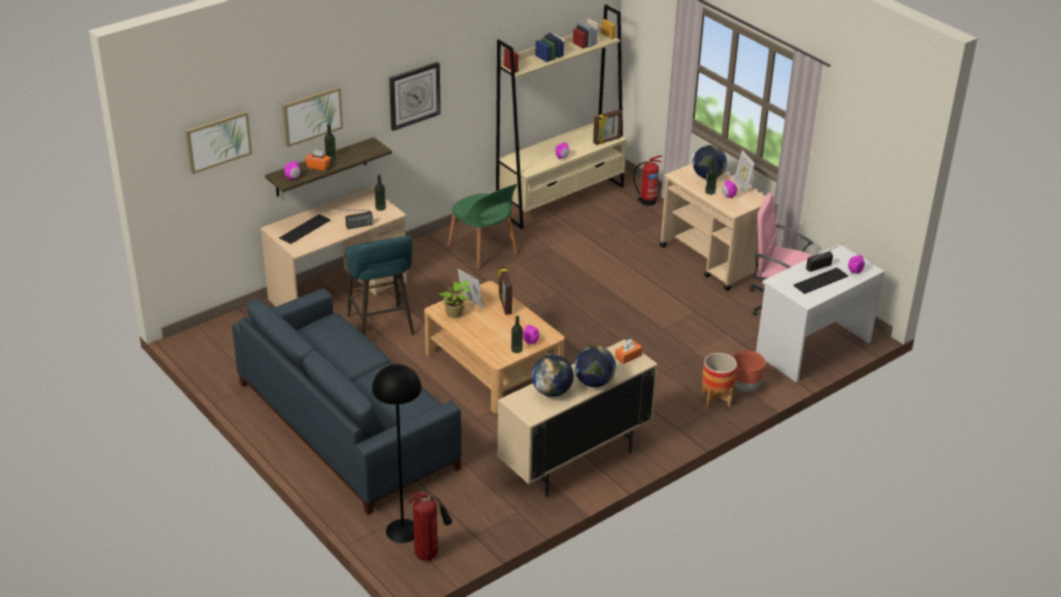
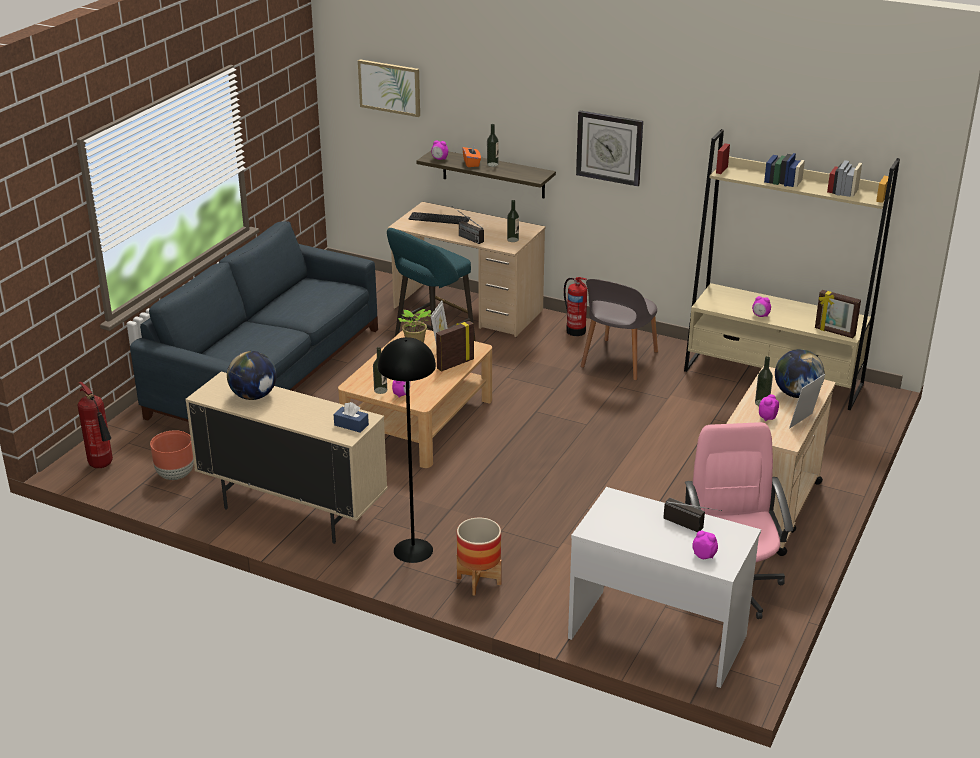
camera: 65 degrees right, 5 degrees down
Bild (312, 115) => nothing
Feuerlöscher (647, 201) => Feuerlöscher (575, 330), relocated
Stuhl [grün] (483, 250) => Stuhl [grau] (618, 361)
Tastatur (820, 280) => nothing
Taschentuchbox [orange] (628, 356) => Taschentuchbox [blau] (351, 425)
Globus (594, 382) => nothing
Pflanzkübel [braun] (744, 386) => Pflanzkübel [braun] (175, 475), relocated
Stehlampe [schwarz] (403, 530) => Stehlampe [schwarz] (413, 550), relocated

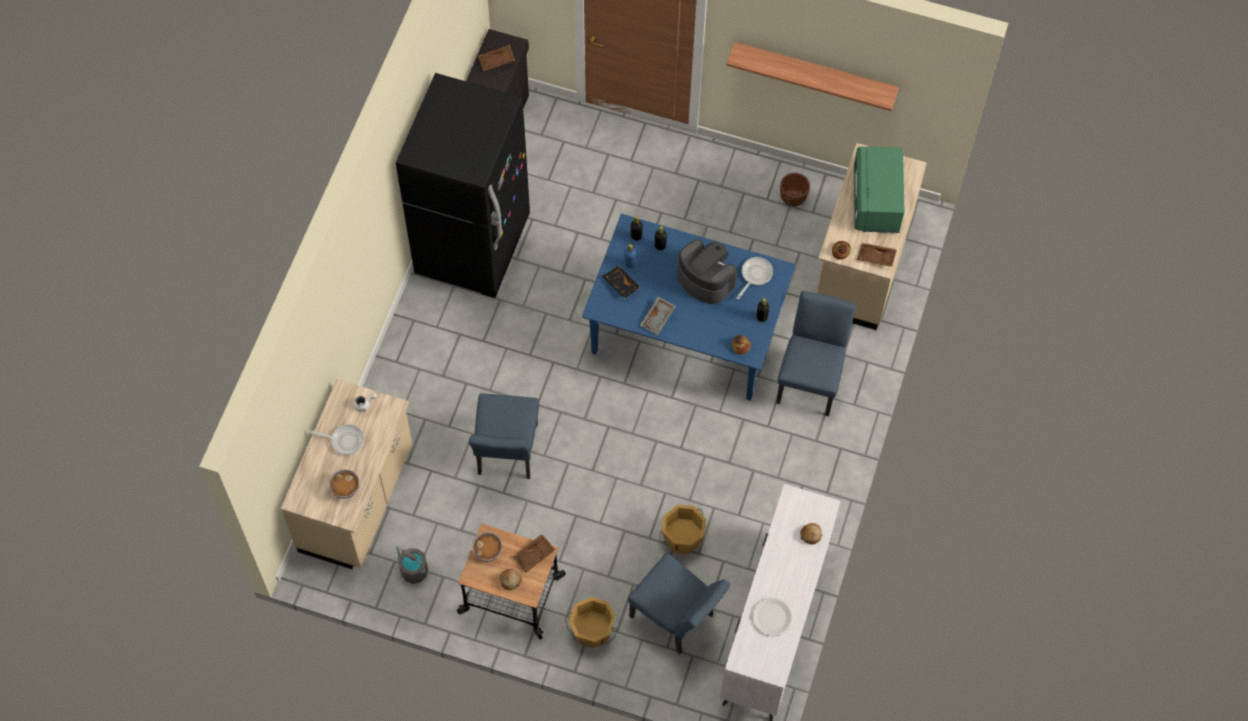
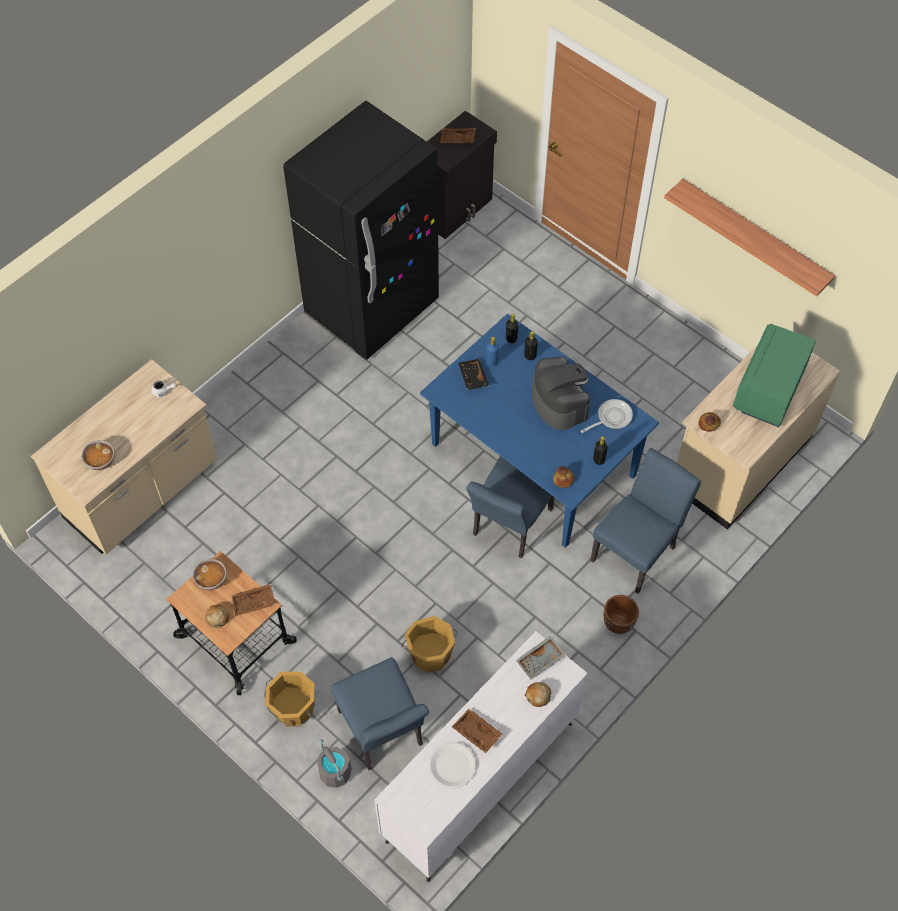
camera: 25 degrees right, 5 degrees down
Pflanzkübel [braun] (793, 198) => Pflanzkübel [braun] (618, 623), relocated
Tablett [braun] (876, 258) => Tablett [braun] (476, 733), relocated
Tablett [grau] (658, 318) => Tablett [grau] (541, 660), relocated
Stuhl [blau] (506, 454) => Stuhl [blau] (508, 526), relocated
Pfanne (344, 440) => nothing
Eimer [grau] (414, 571) => Eimer [grau] (335, 772), relocated

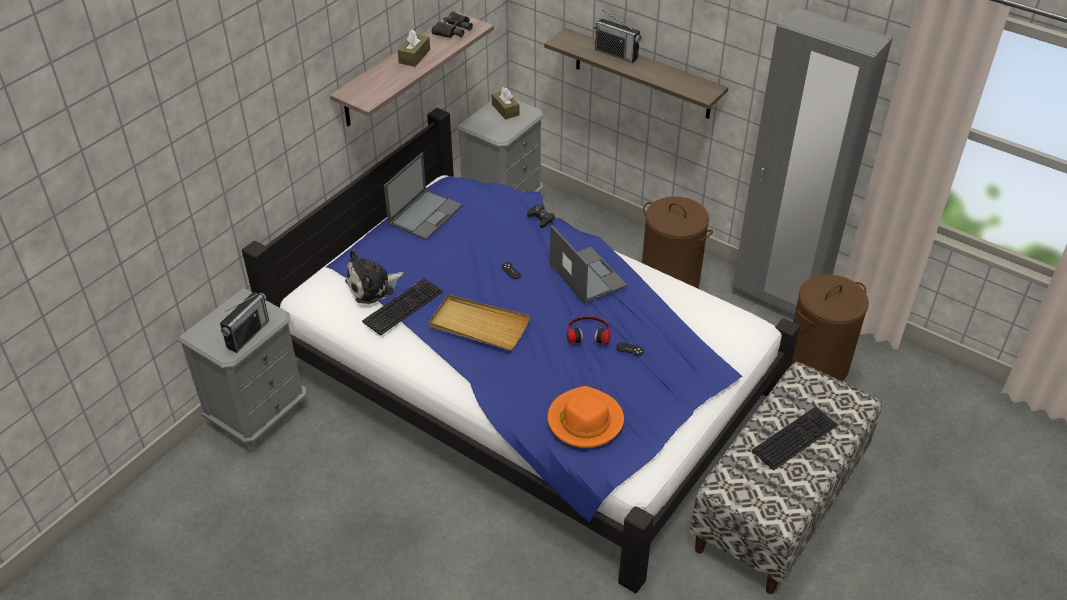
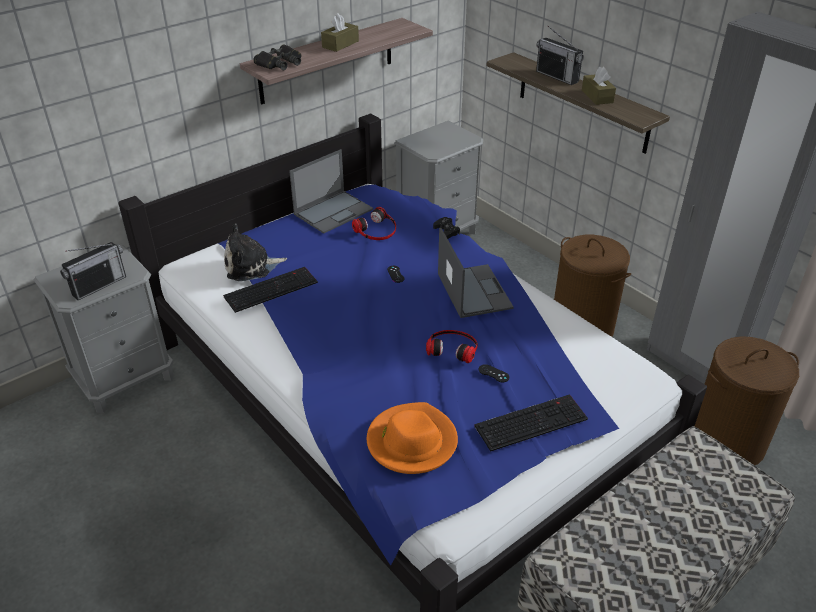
camera: 15 degrees right, 5 degrees down
Fernglas [schwarz] (453, 30) => Fernglas [schwarz] (280, 63), relocated
Taschentuchbox [braun] (505, 110) => Taschentuchbox [braun] (597, 96), relocated
Tablett [beige] (478, 325) => nothing
Tastatur (794, 437) => Tastatur (531, 421), relocated
nothing => Kopfhörer (376, 230)

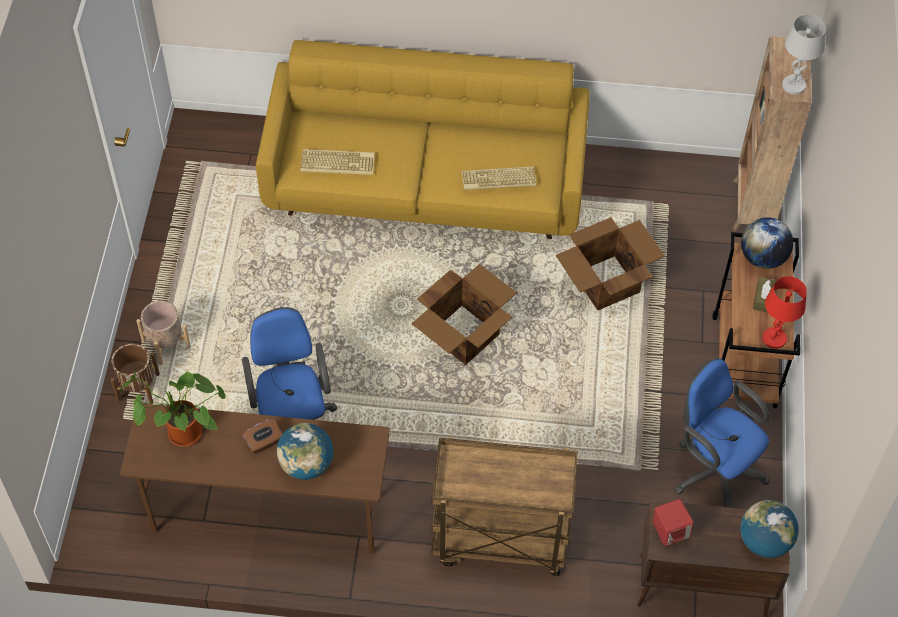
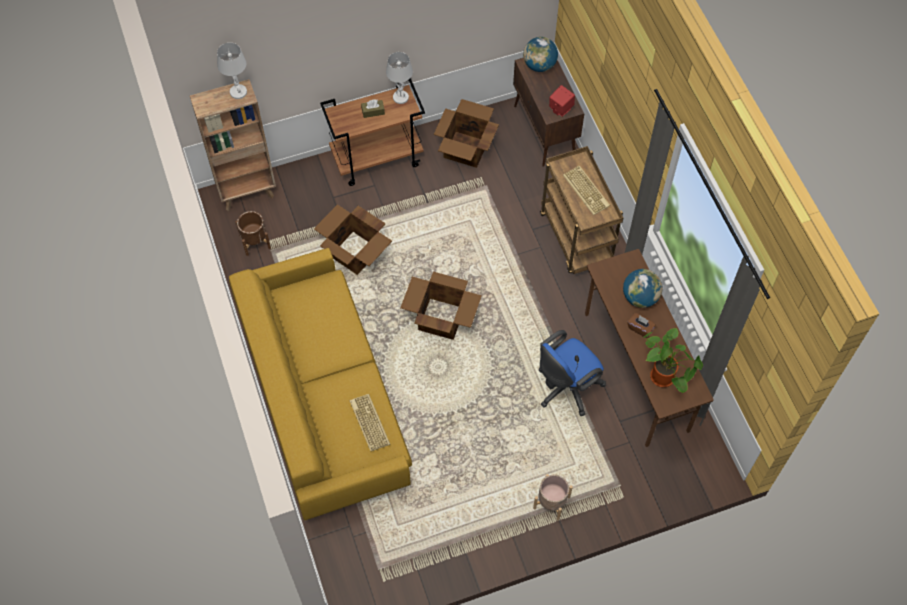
camera: 115 degrees left, 5 degrees up
Tastatur (498, 180) => Tastatur (587, 190), relocated
Globus (763, 258) => nothing
Tischlampe [rot] (774, 338) => Tischlampe [weiß] (400, 97)
Pflanzkübel [braun] (138, 387) => Pflanzkübel [braun] (255, 242), relocated
Bürostuhl [blau] (713, 470) => Karton (465, 149)

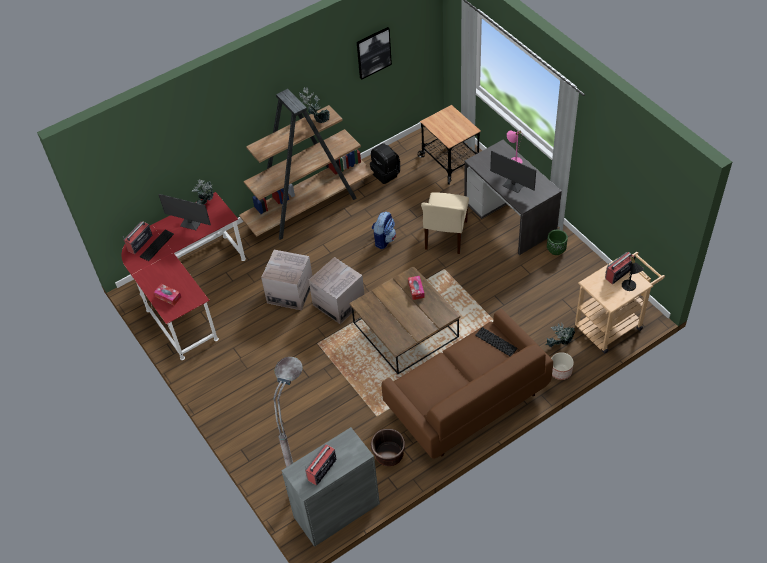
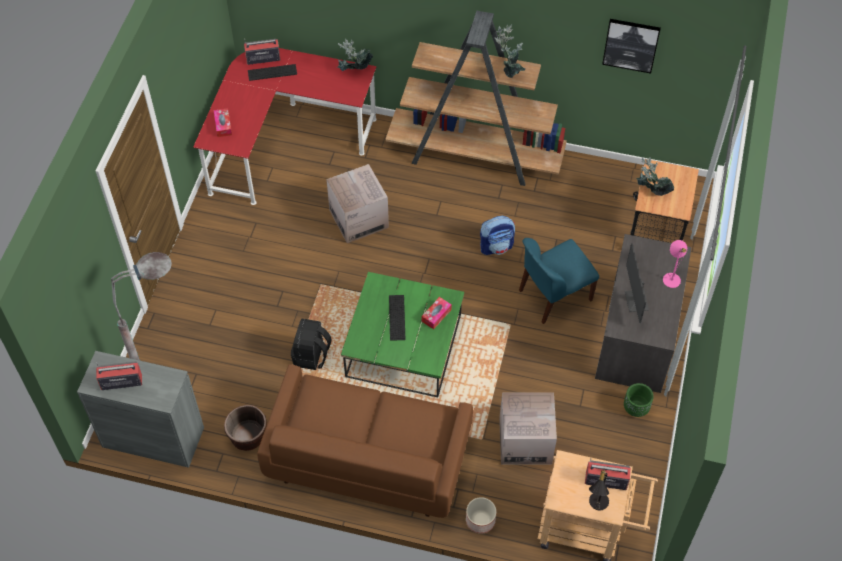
camera: 45 degrees right, 5 degrees up
Rucksack [schwarz] (386, 173) => Rucksack [schwarz] (312, 356), relocated
Stuhl [beige] (445, 236) => Stuhl [blau] (553, 295)
Monitor (191, 223) => nothing
Karton (339, 303) => Karton (525, 441), relocated
Couchtisch [braun] (405, 331) => Couchtisch [grün] (402, 346)
Topfpflanze (559, 345) => Topfpflanze (650, 192), relocated
Tastatur (496, 341) => Tastatur (397, 317), relocated

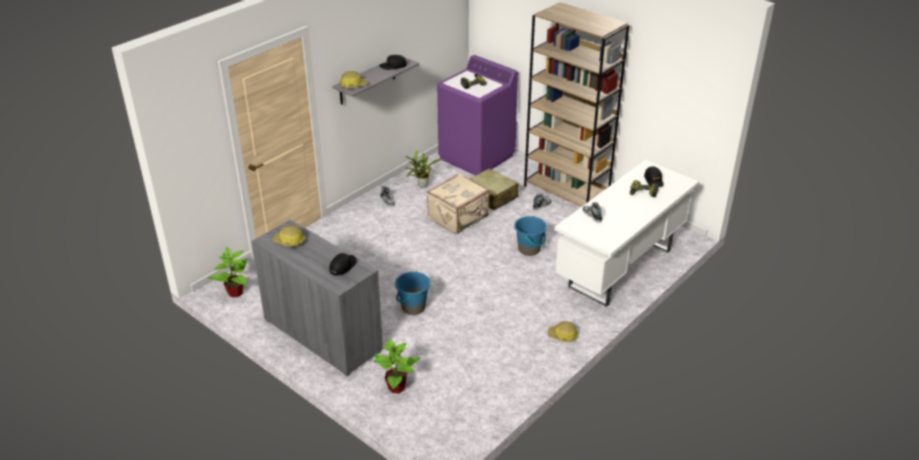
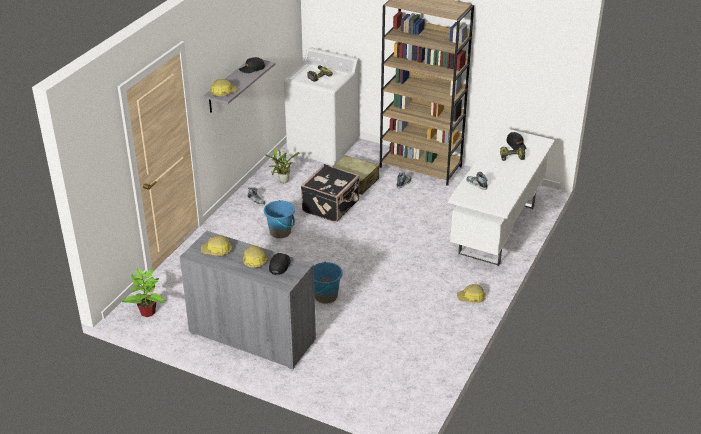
camera: 15 degrees left, 0 degrees up
Waschmaschine [lila] (477, 157) => Waschmaschine [weiß] (323, 146)
Koffer [beige] (459, 217) => Koffer [schwarz] (331, 206)
Eimer [blau] (529, 249) => Eimer [blau] (280, 232), relocated
Topfpflanze (397, 387) => nothing
nothing => Schutzhelm (254, 260)

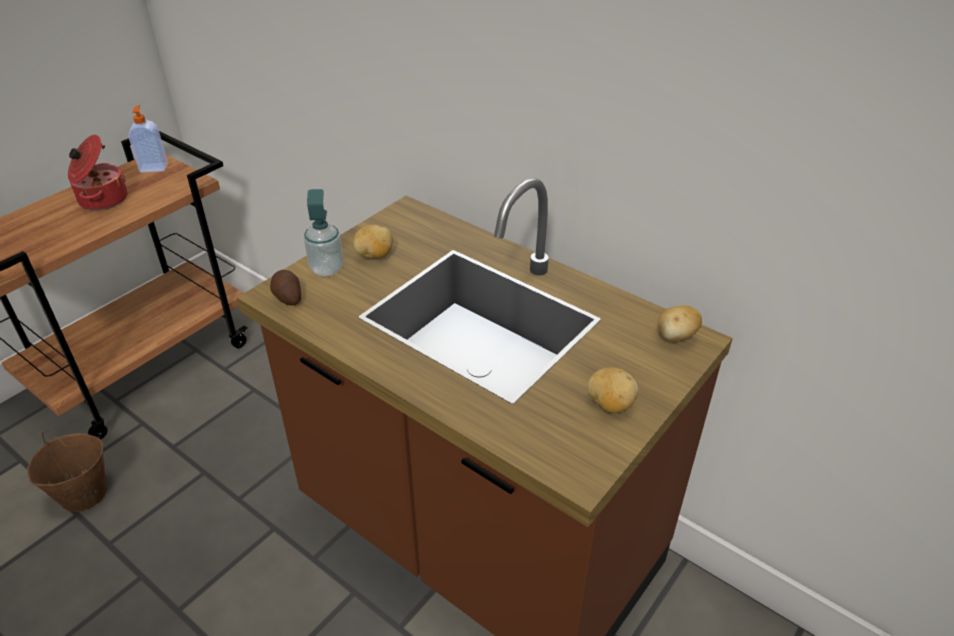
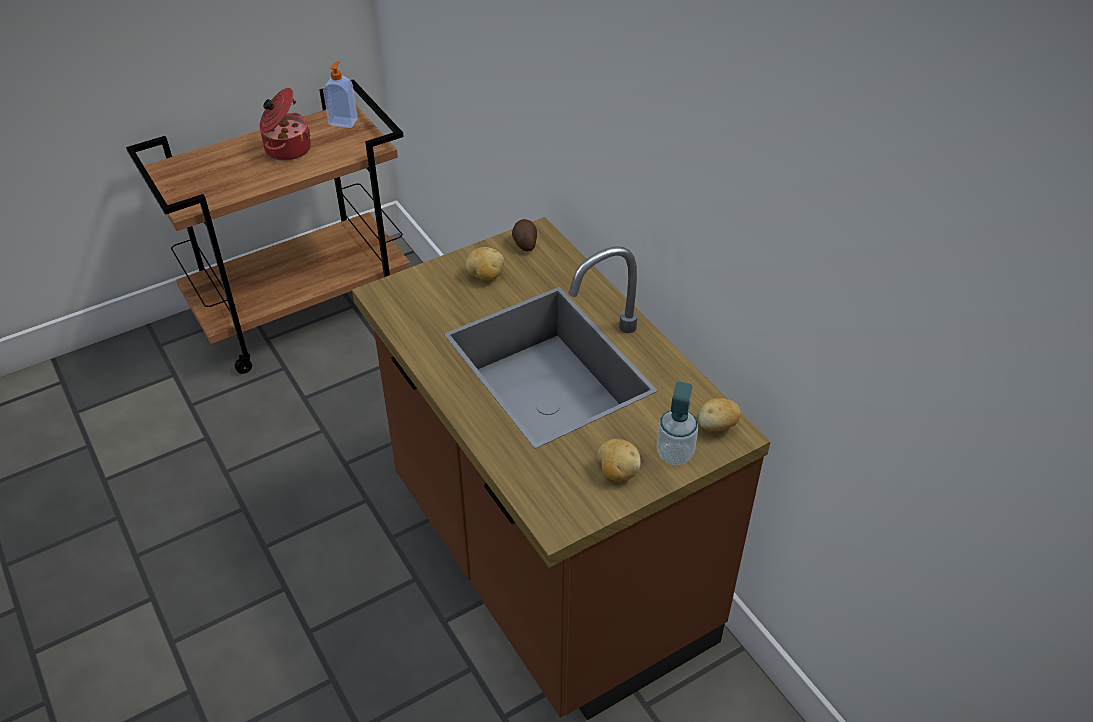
camera: 20 degrees right, 5 degrees up
Seifenspender (326, 269) => Seifenspender (674, 454), relocated
Kartoffel (287, 297) => Kartoffel (524, 243), relocated
Eimer [braun] (83, 494) => nothing

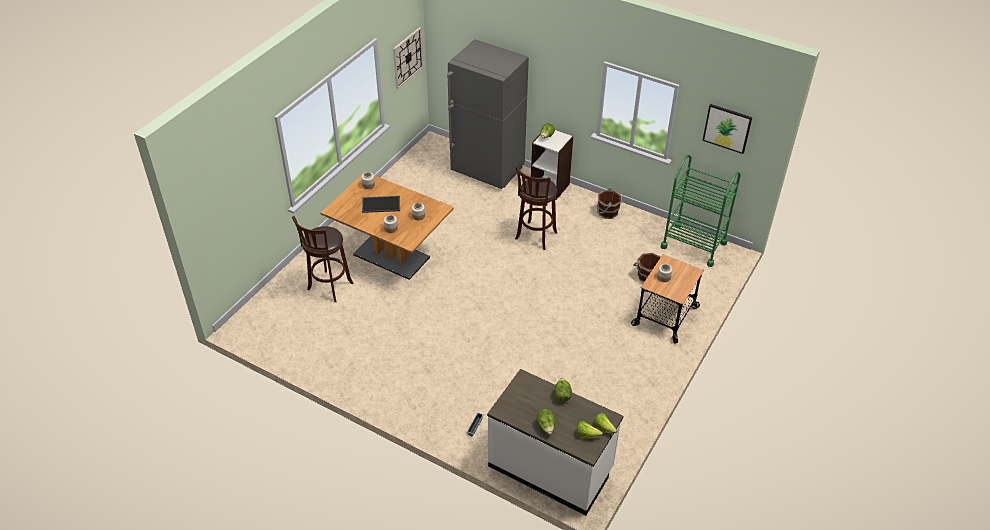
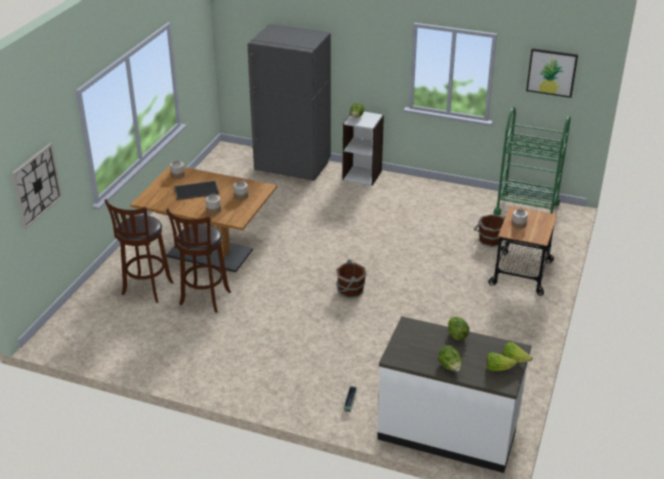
camera: 10 degrees left, 10 degrees down
Wanduhr (407, 57) => Wanduhr (36, 185), relocated
Hocker [braun] (535, 237) => Hocker [braun] (204, 300), relocated
Eimer [braun] (607, 212) => Eimer [braun] (350, 291), relocated

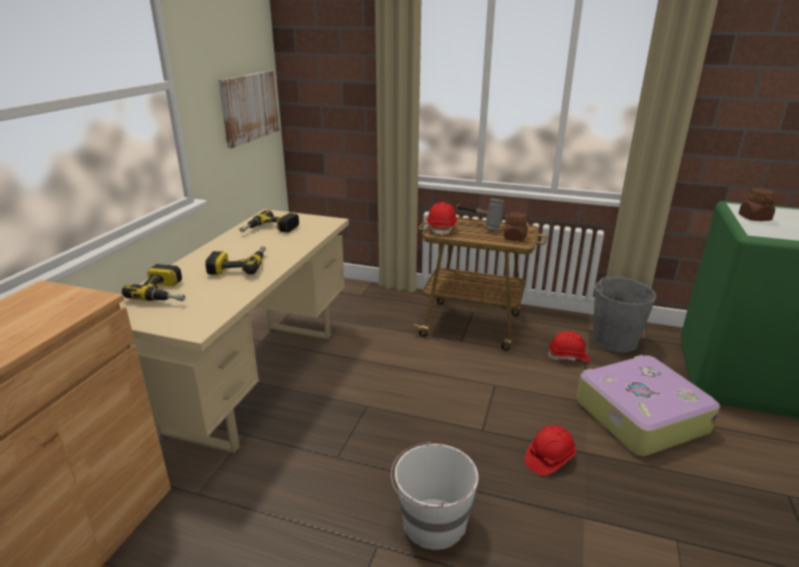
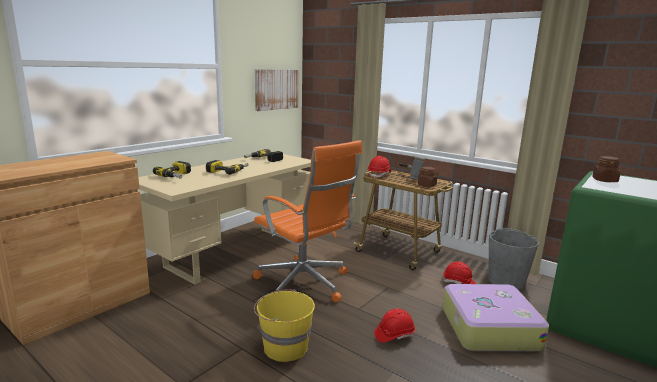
camera: 20 degrees right, 10 degrees down
Eimer [weiß] (432, 523) => Eimer [gelb] (284, 347)
nothing => Bürostuhl [orange] (304, 284)

